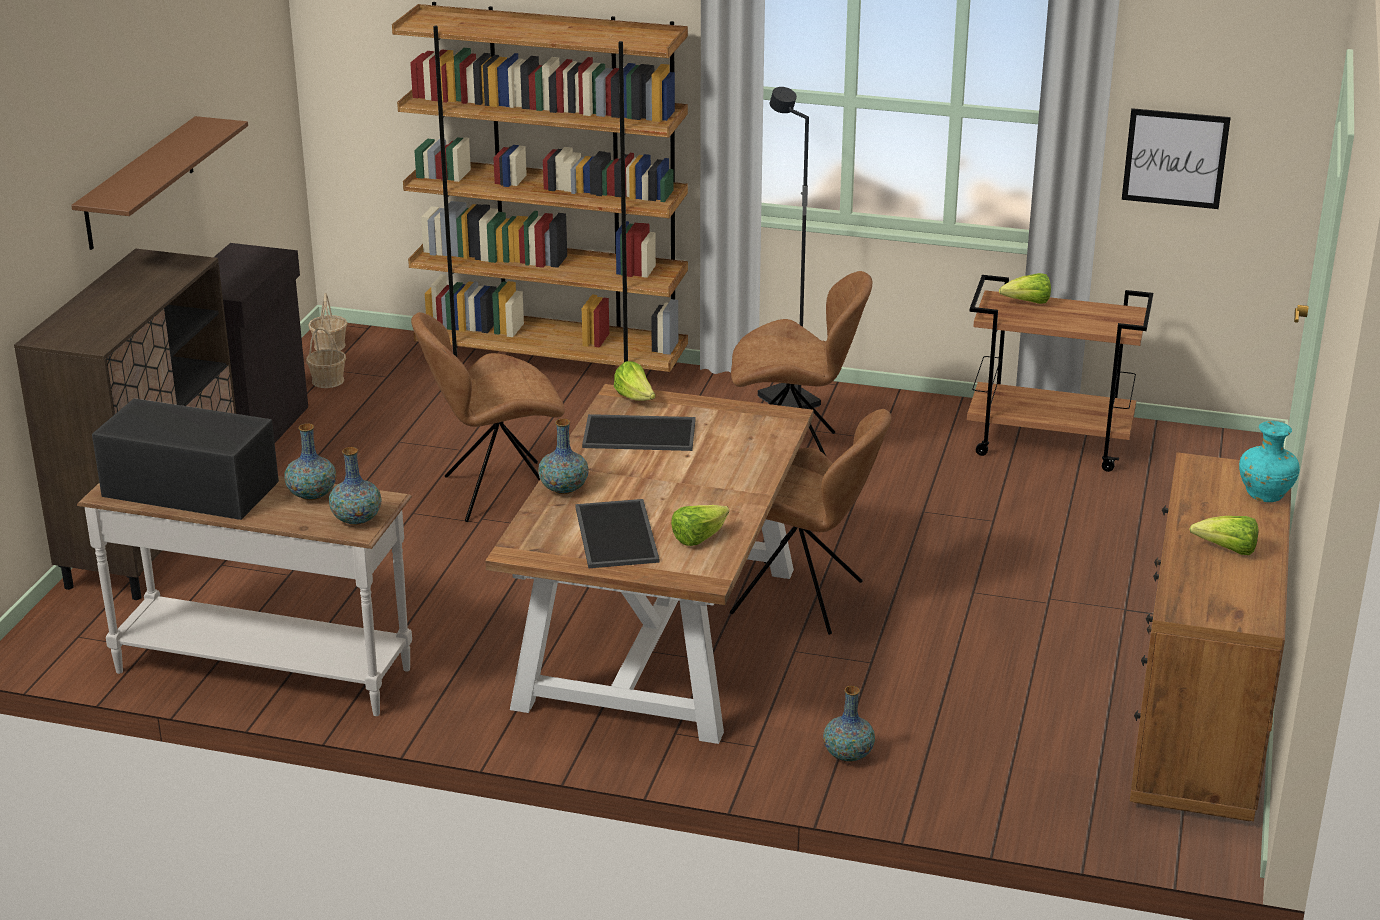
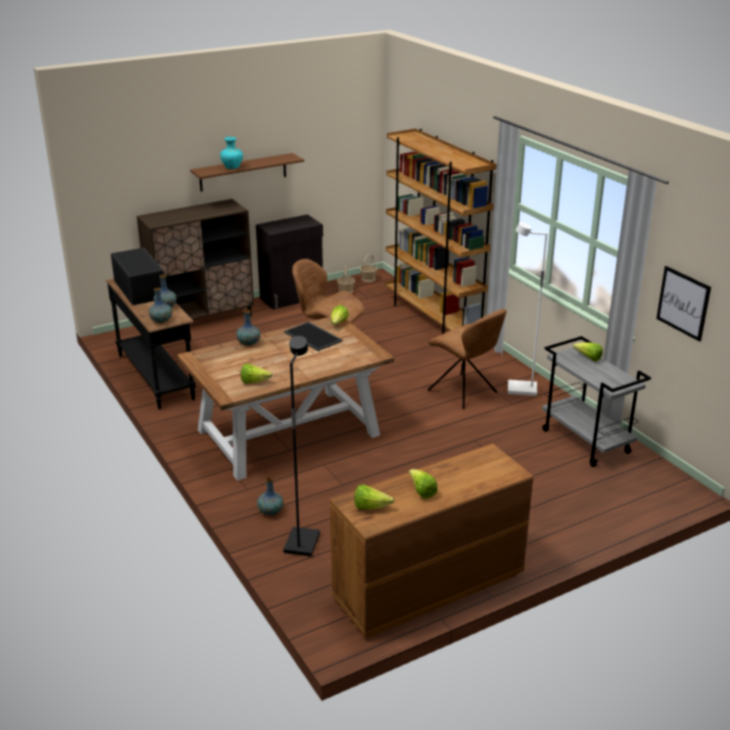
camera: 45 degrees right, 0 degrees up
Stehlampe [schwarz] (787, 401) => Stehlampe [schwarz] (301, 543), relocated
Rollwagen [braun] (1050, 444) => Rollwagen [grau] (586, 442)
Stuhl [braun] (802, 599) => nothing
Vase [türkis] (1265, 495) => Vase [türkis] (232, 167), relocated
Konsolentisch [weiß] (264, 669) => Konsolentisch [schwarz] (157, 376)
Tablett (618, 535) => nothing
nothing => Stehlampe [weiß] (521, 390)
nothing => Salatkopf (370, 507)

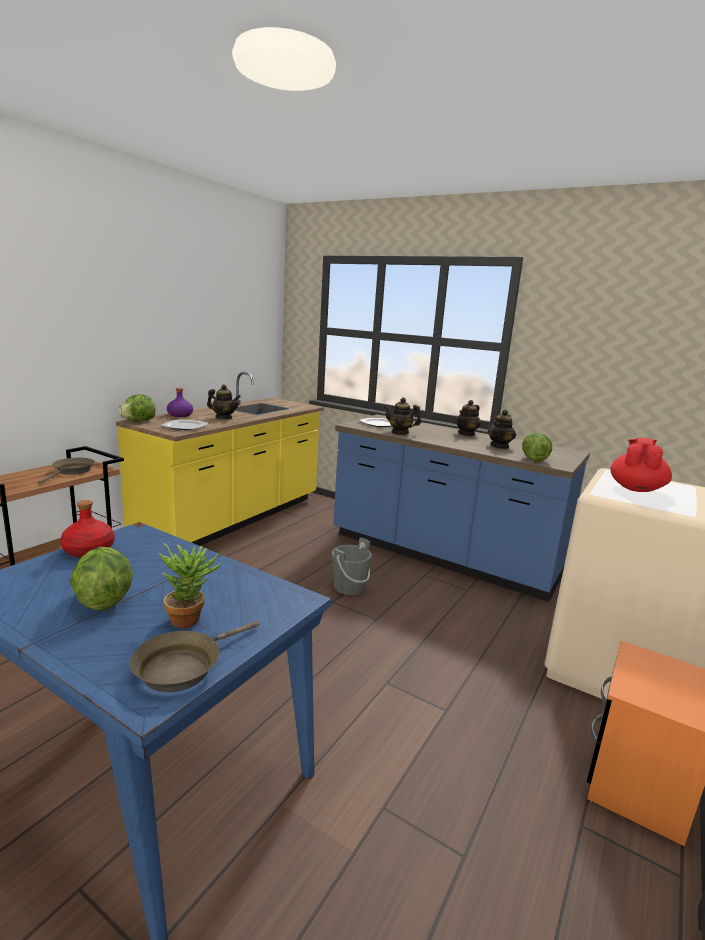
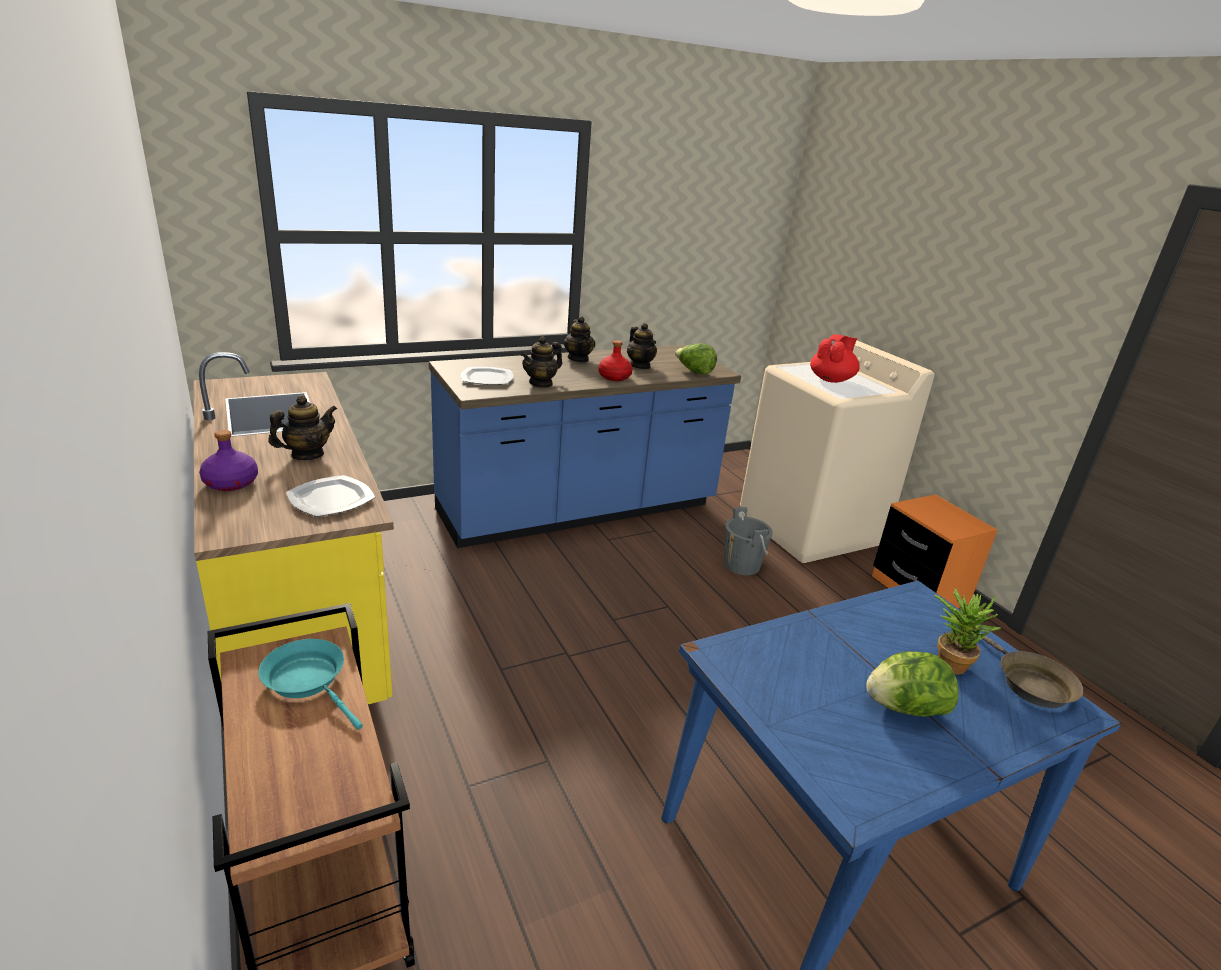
camera: 60 degrees left, 10 degrees up
Salatkopf (138, 421) => nothing
Teekanne [rot] (636, 489) => Teekanne [rot] (831, 380), 75 degrees clockwise
Pfanne [braun] (72, 471) => Pfanne [türkis] (309, 681)
Flasche [rot] (89, 550) => Flasche [rot] (614, 377), relocated
Eimer [grau] (349, 587) => Eimer [grau] (741, 565), relocated

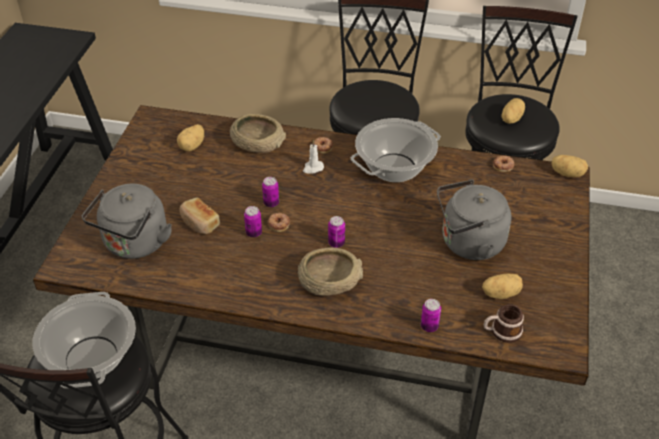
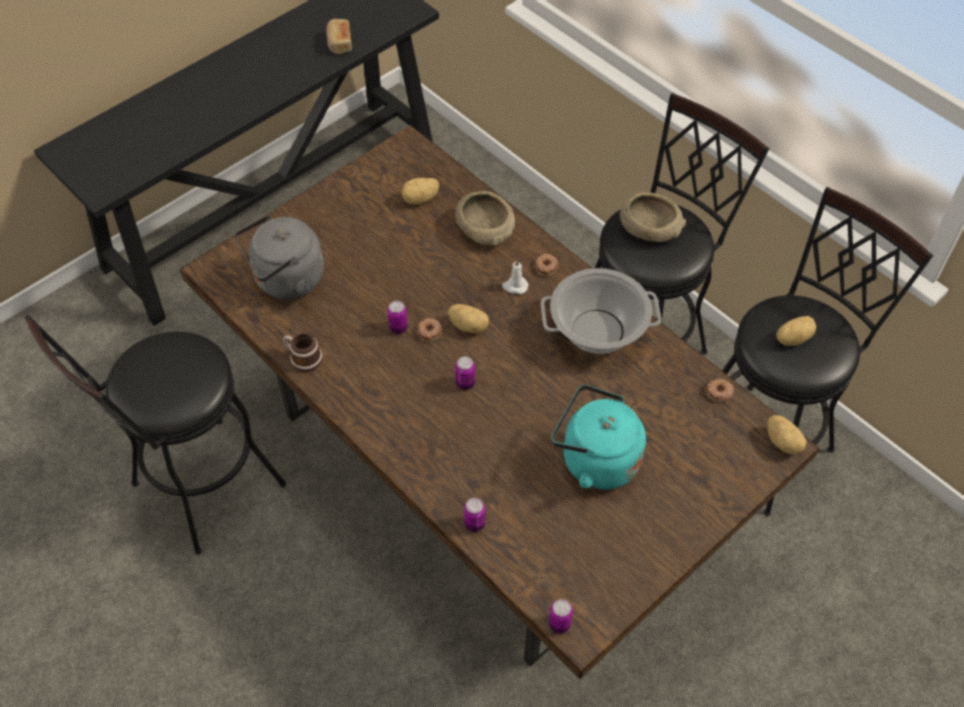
camera: 35 degrees right, 10 degrees up
Dose (271, 203) => Dose (559, 624), relocated
Wasserkessel [grau] (468, 243) => Wasserkessel [türkis] (595, 460)
Brot (199, 223) => Brot (339, 43), relocated
Schüssel [beige] (329, 281) => Schüssel [beige] (649, 227), relocated
Kartoffel (500, 293) => Kartoffel (469, 325), relocated
Kochtopf (91, 357) => nothing
Henkelbecher (501, 332) => Henkelbecher (302, 358), relocated

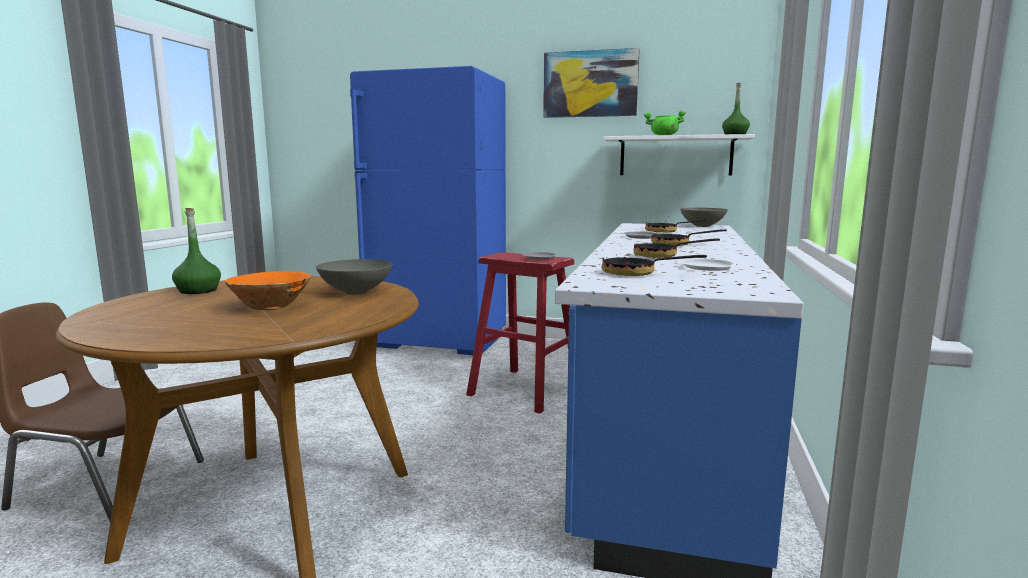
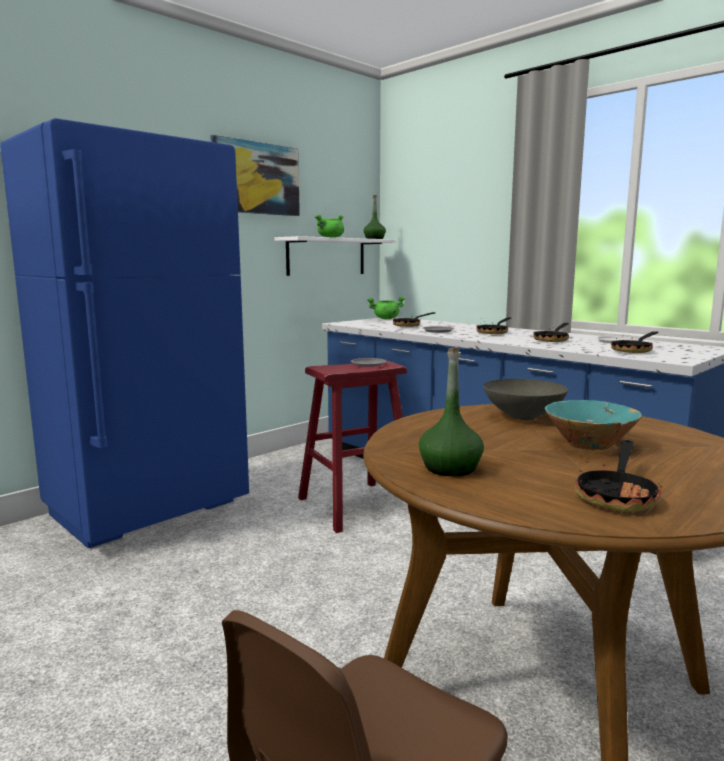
camera: 60 degrees left, 0 degrees up
Schüssel [grau] (702, 226) => Kochtopf [grün] (386, 319)
Schüssel [orange] (270, 307) => Schüssel [türkis] (589, 445)
nothing => Pfanne (617, 495)

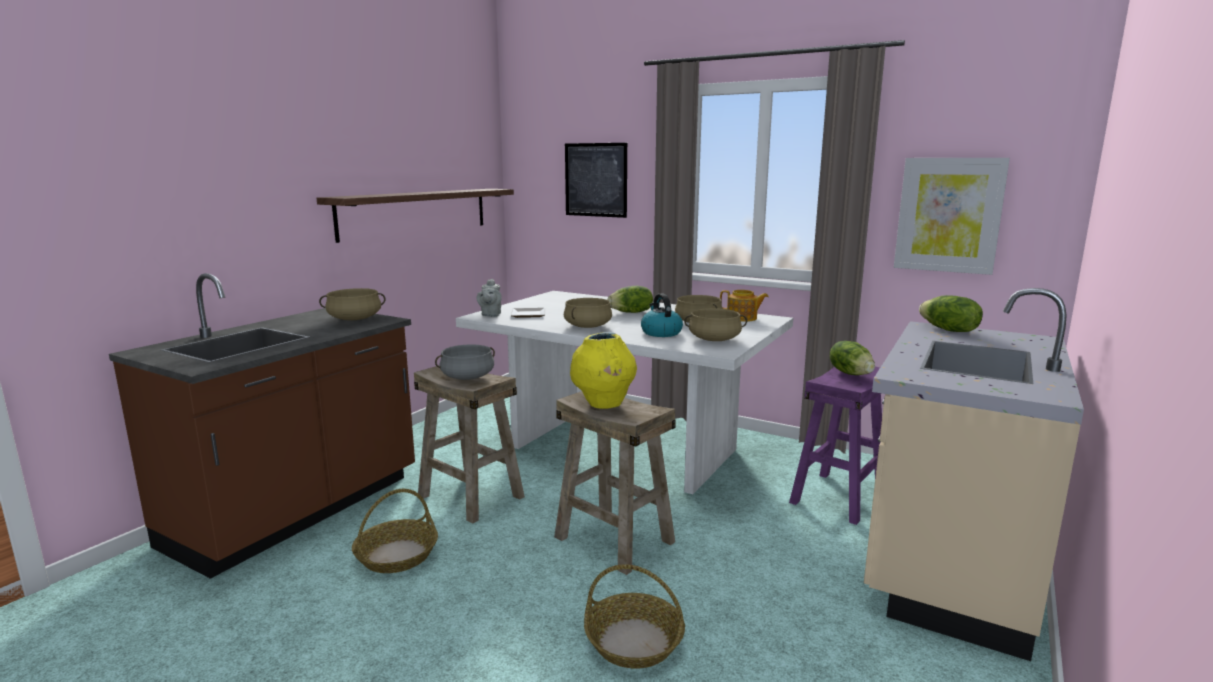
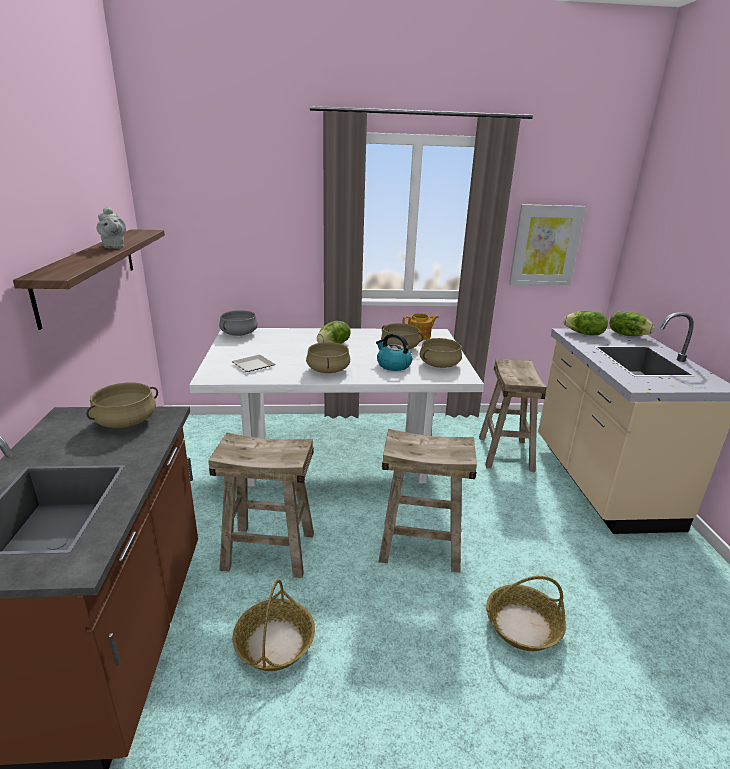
camera: 35 degrees left, 10 degrees up
Bild (595, 180) => nothing
Teekanne [grau] (490, 315) => Teekanne [grau] (114, 247), relocated
Vase [gelb] (603, 404) => nothing
Salatkopf (851, 373) => Salatkopf (627, 335), relocated
Kochtopf [grau] (467, 377) => Kochtopf [grau] (239, 333), relocated
Hocker [lila] (839, 497) => Hocker [beige] (506, 453)

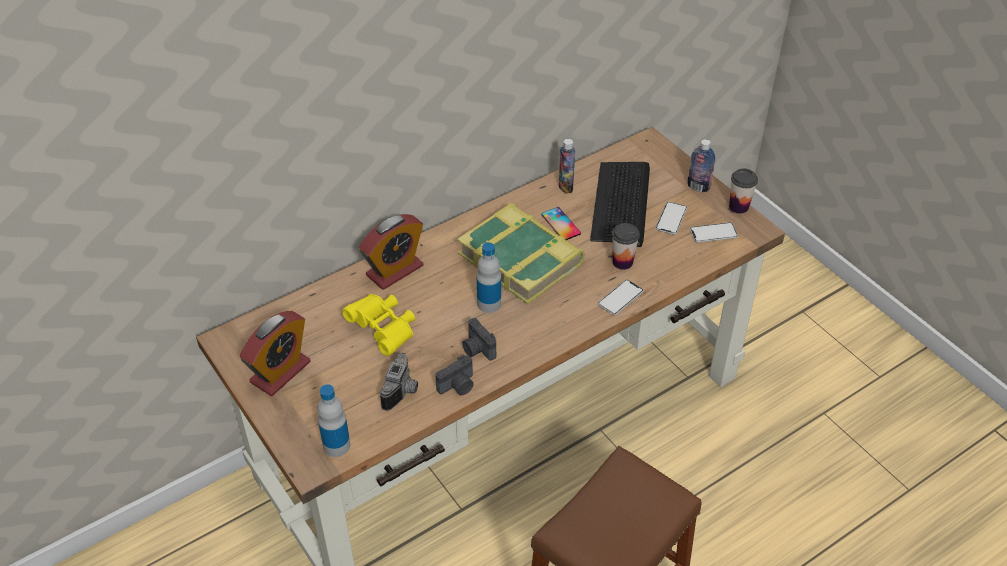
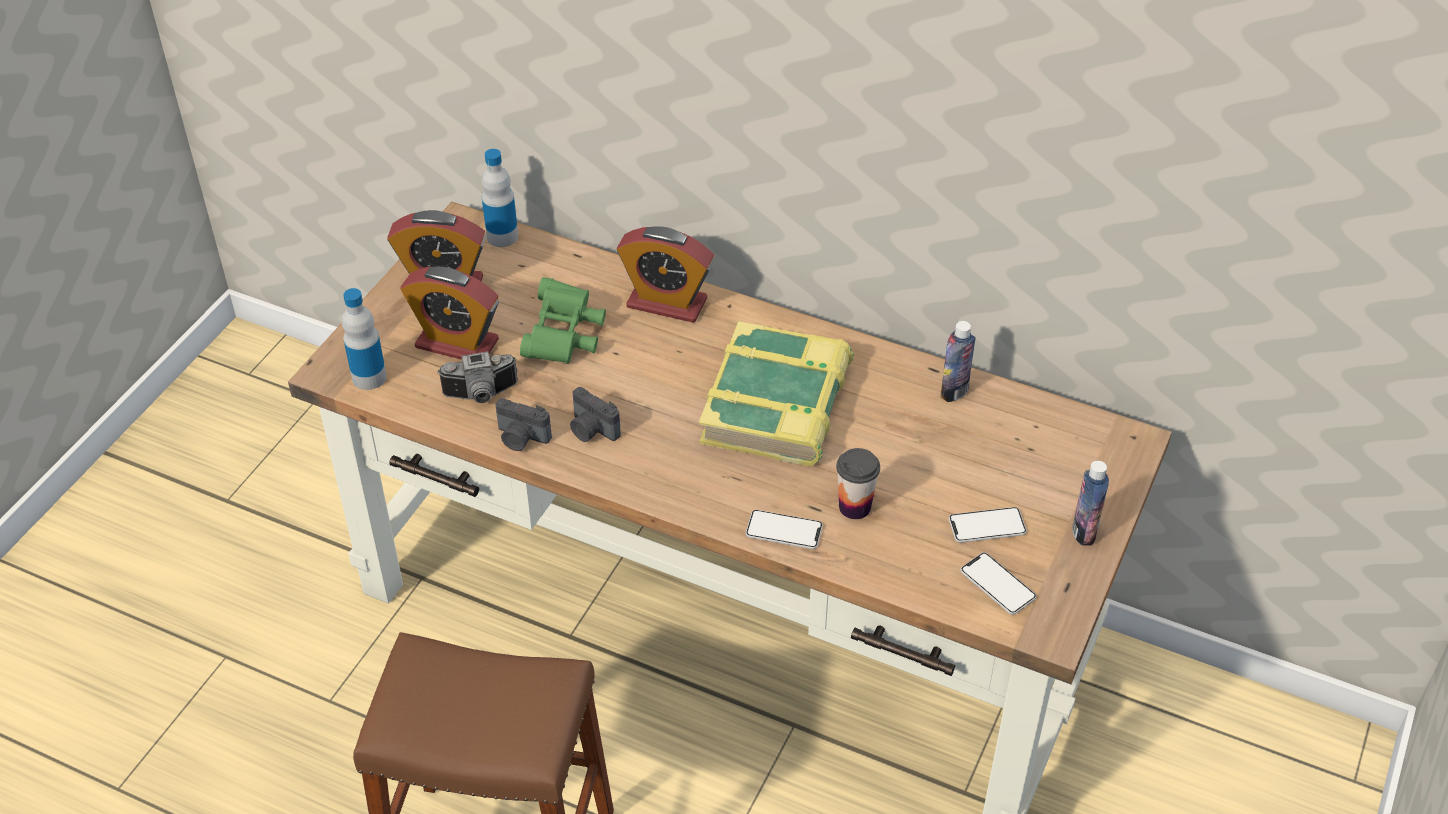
camera: 60 degrees right, 0 degrees up
Tastatur (621, 204) => nothing
Tasse (738, 207) => nothing
Handy (560, 224) => nothing
Flasche (489, 303) => Flasche (502, 236), relocated
Fernglas [gelb] (384, 330) => Fernglas [grün] (564, 337)
Kamera (477, 349) => Kamera (591, 430), 75 degrees counterclockwise
nothing => Wecker (457, 344)

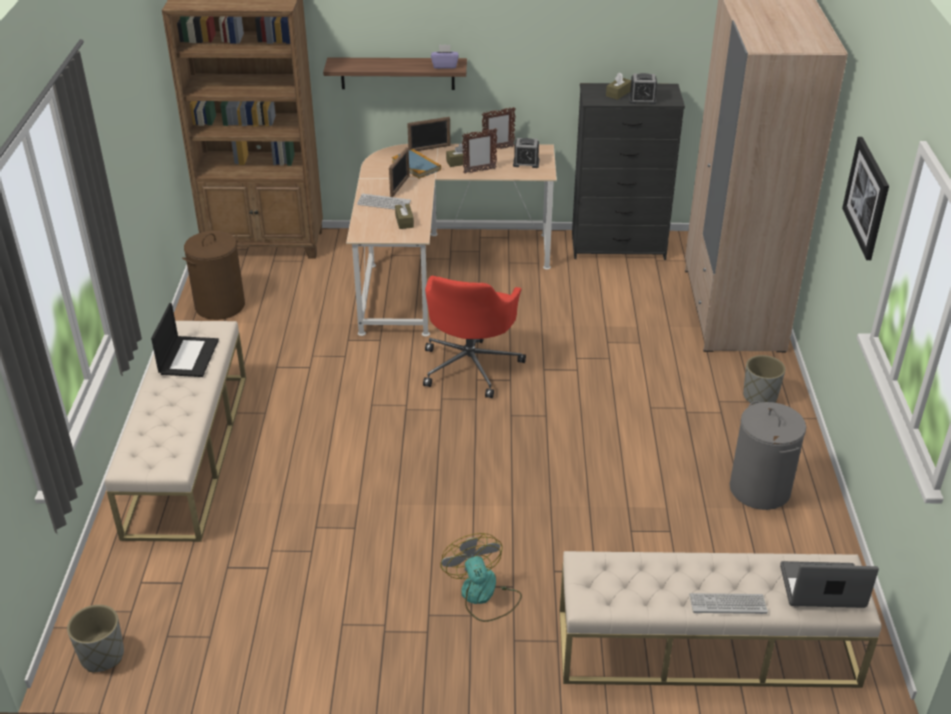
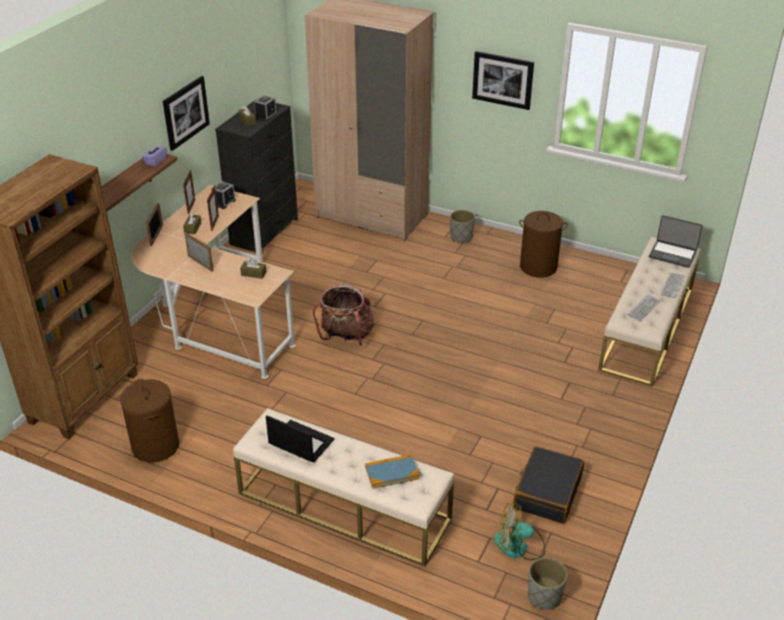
camera: 65 degrees left, 0 degrees up
Buch (416, 166) => Buch (392, 473), relocated
Tastatur (384, 203) => Tastatur (643, 308), relocated
Bürostuhl [rot] (471, 366) => Rucksack (346, 335)
Wäschekorb [grau] (760, 489) => Wäschekorb [braun] (538, 267)
Ventilator (483, 595) => Ventilator (519, 546), relocated
Laptop (822, 588) => Laptop (672, 254), 90 degrees counterclockwise
nothing => Bild (185, 112)
nothing => Koffer [schwarz] (547, 492)

